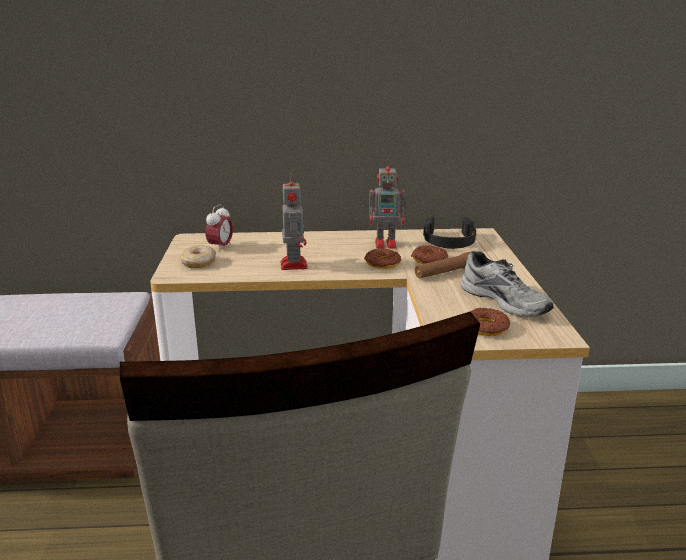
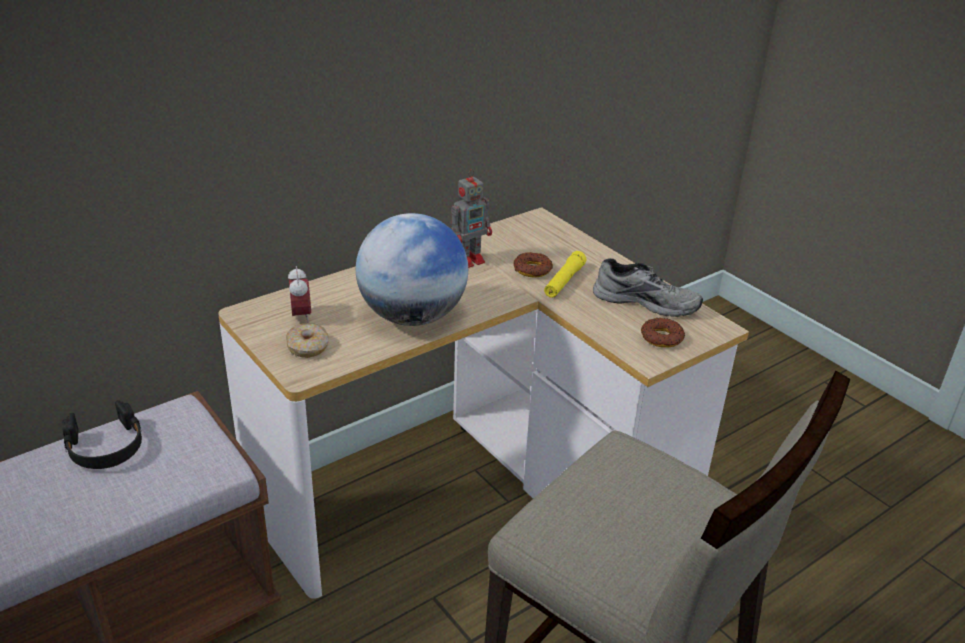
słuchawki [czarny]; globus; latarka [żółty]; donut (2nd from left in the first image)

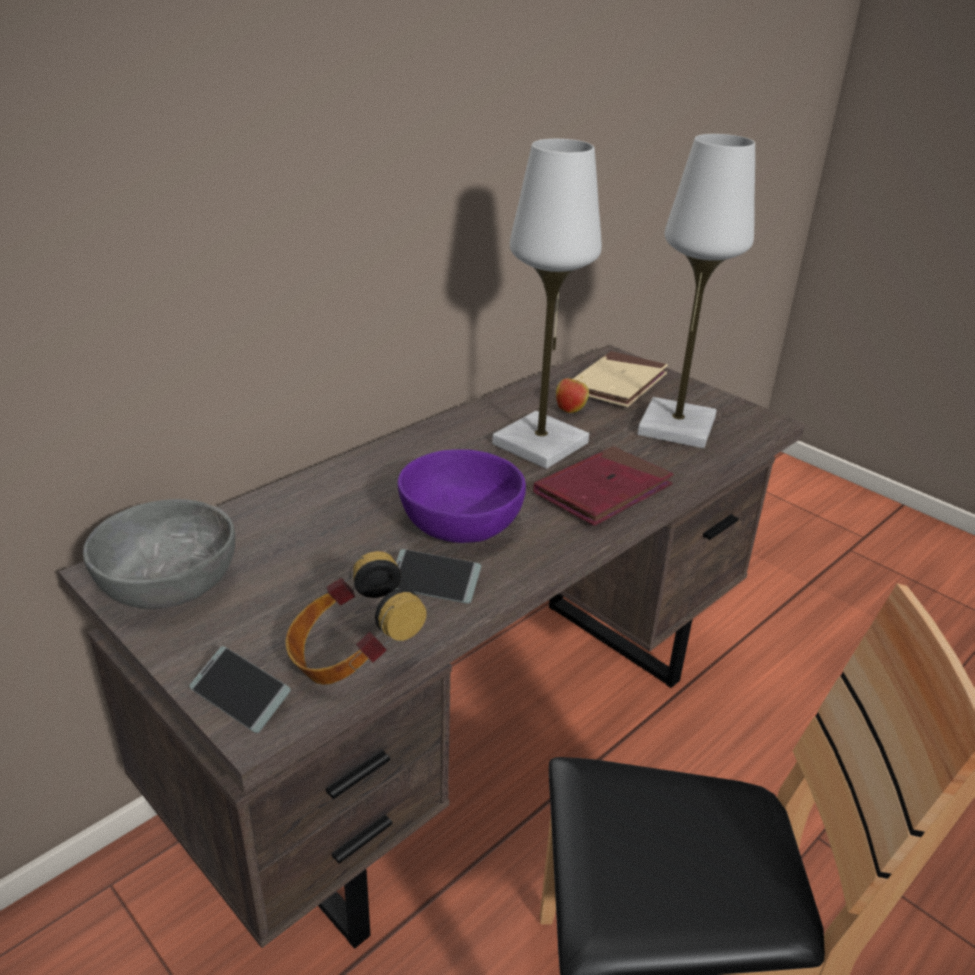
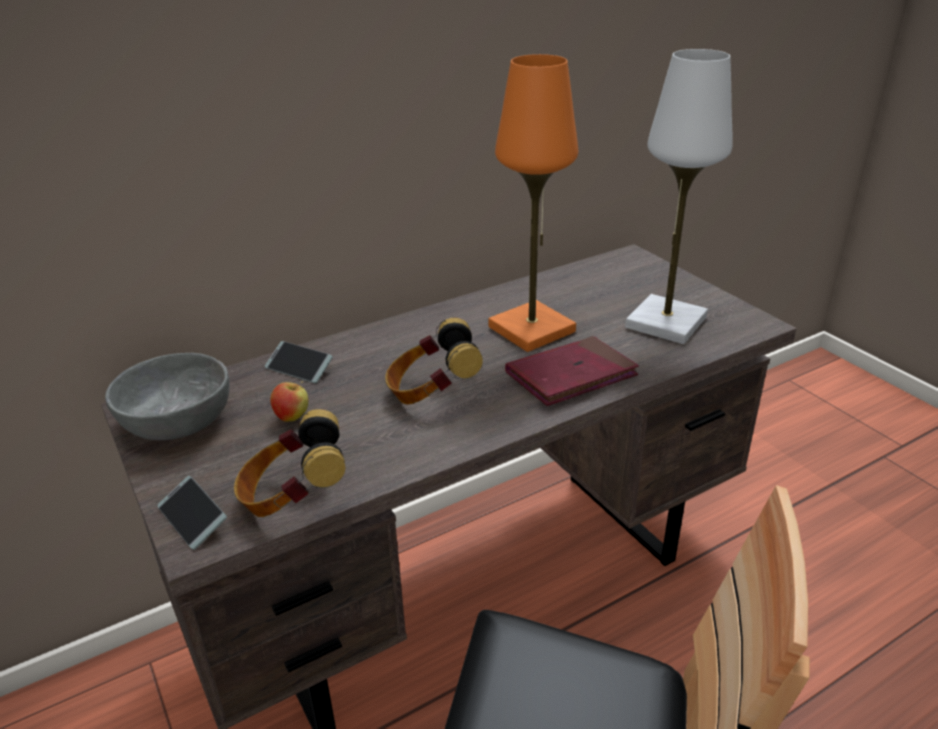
telefon (2nd from left); jabłko; słuchawki (2nd from left); lampa stołowa [pomarańczowy]; książka [beżowy]

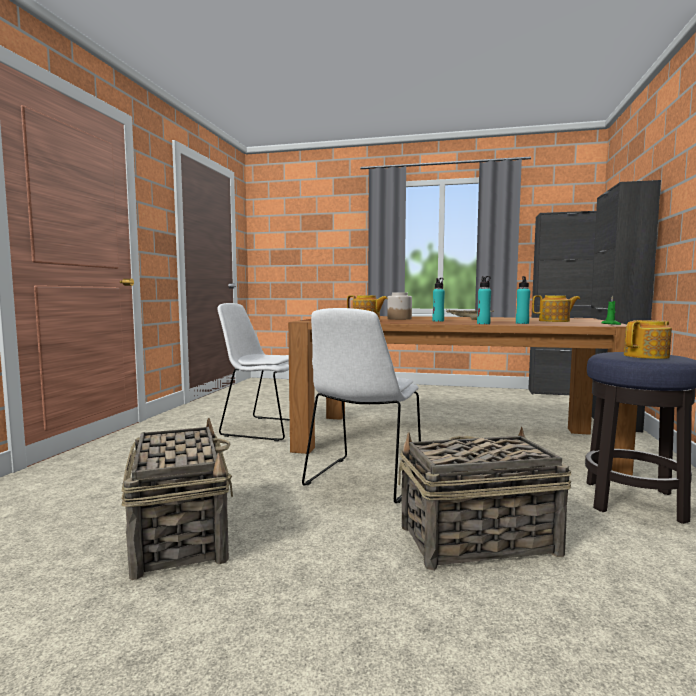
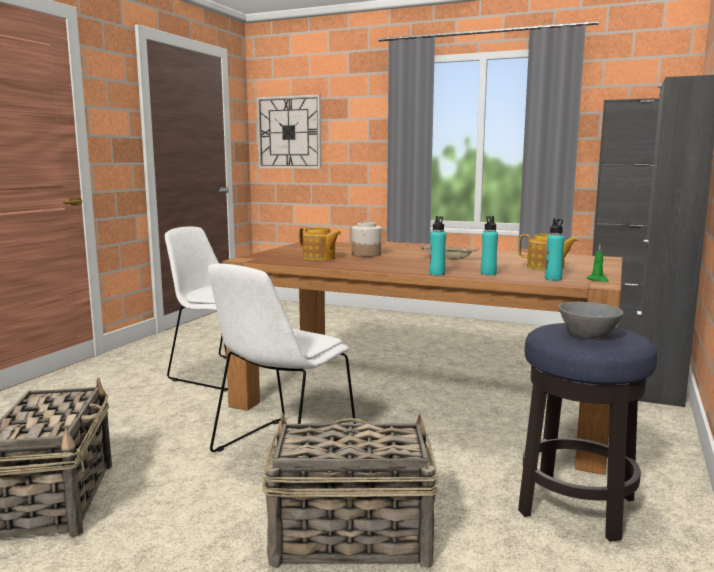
zegar ścienny; butelka [turkusowy] (3rd from left); miska [szary]

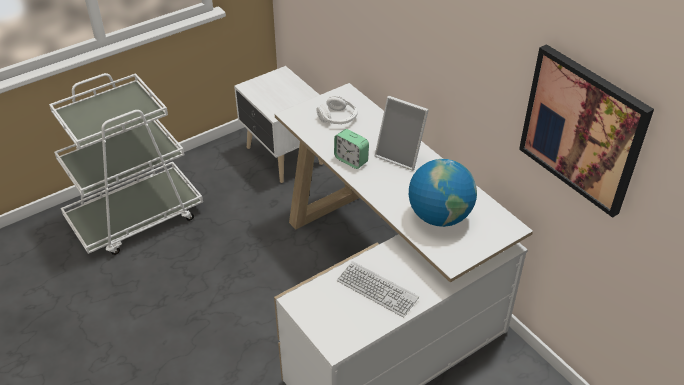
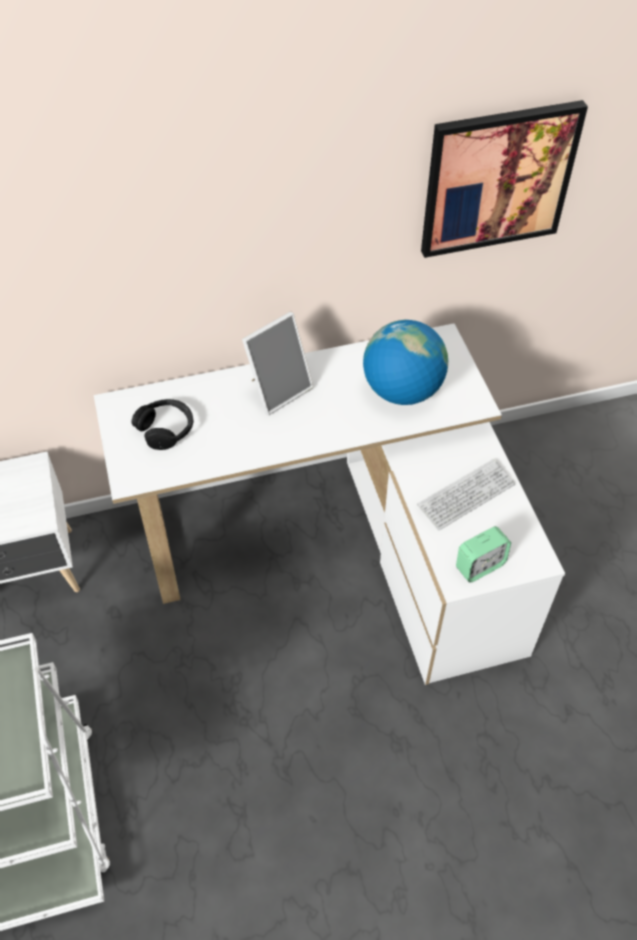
słuchawki [czarny]; budzik

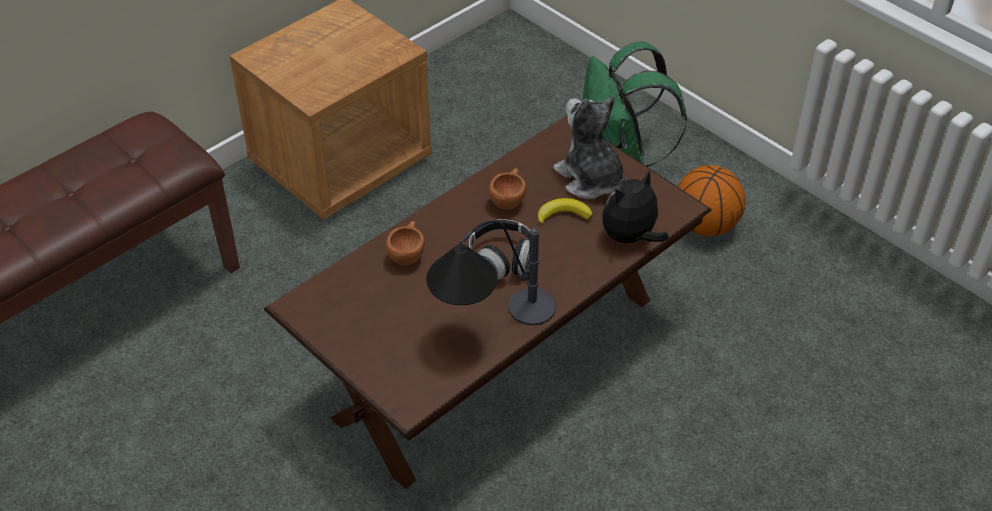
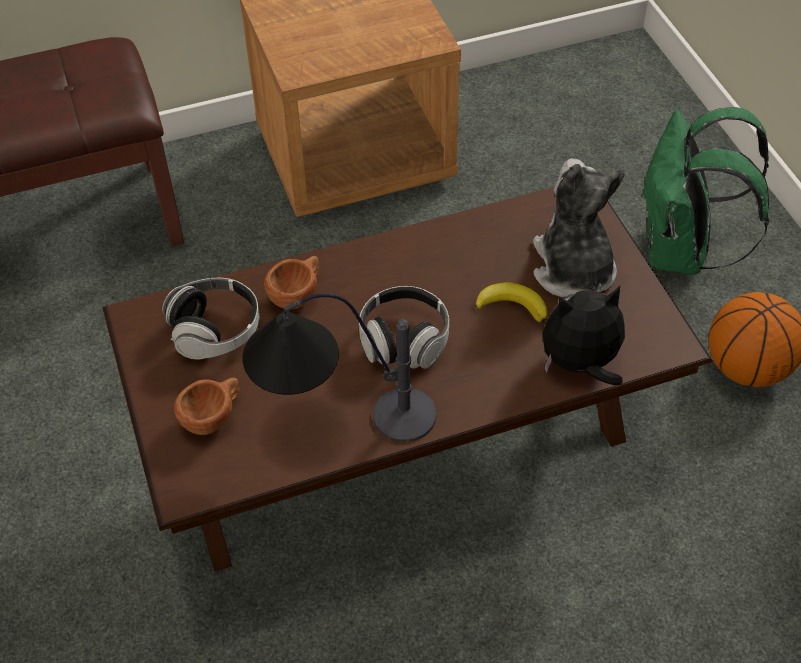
słuchawki (1st from left); filiżanka [brązowy] (1st from left)

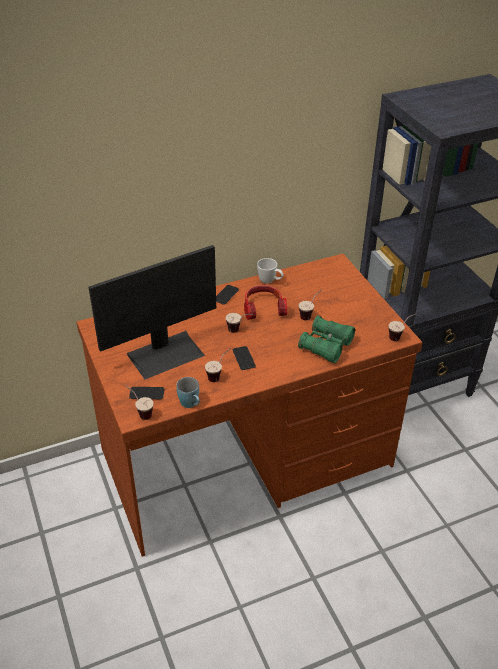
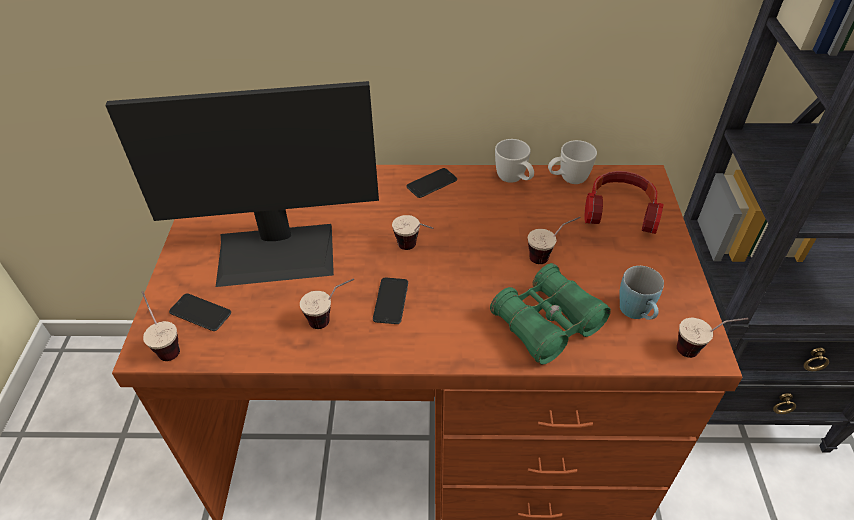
kubek [biały] (2nd from left); słuchawki; kubek [niebieski]

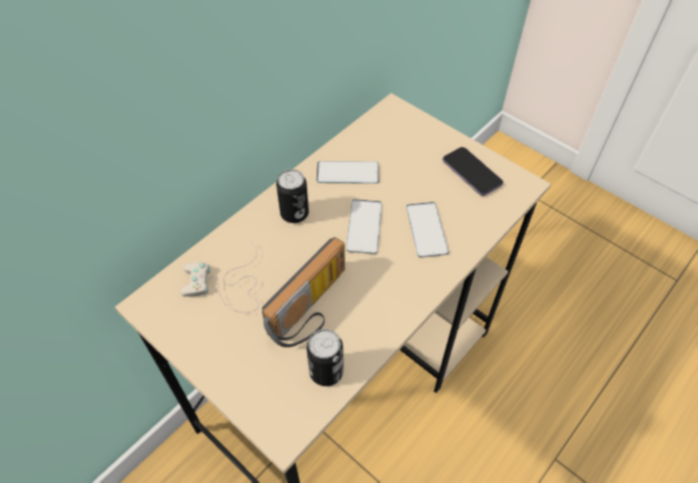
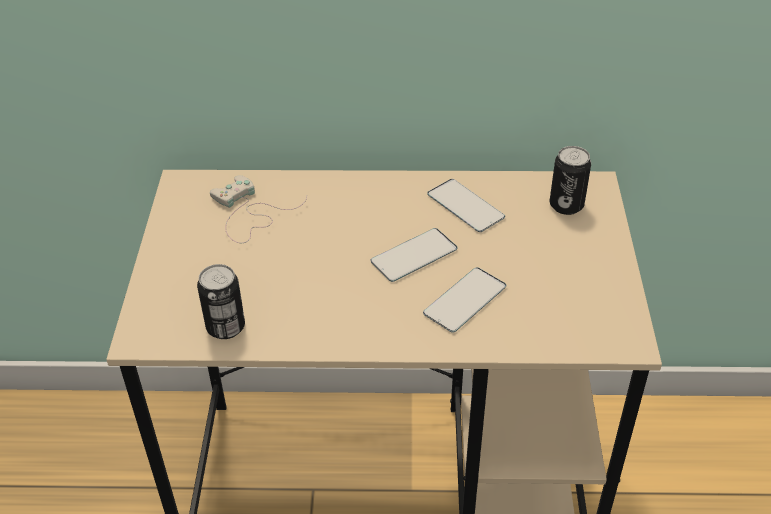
puszka (2nd from left); radio; telefon (4th from left in the first image)

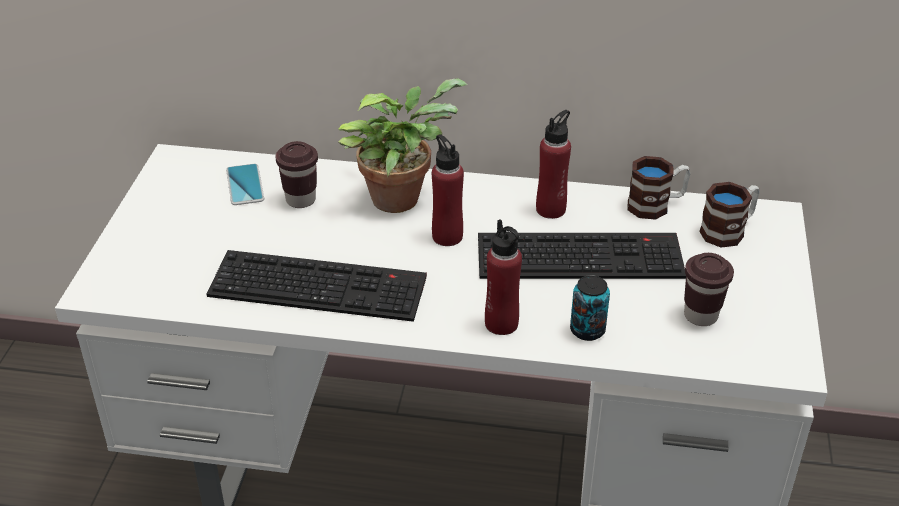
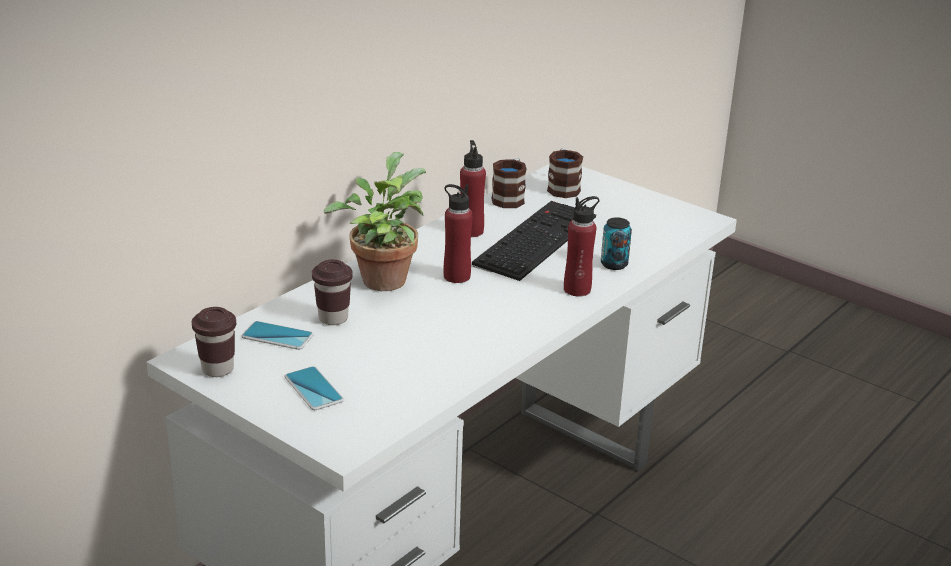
filiżanka [brązowy] (1st from left); telefon (2nd from left); klawiatura (1st from left in the first image)

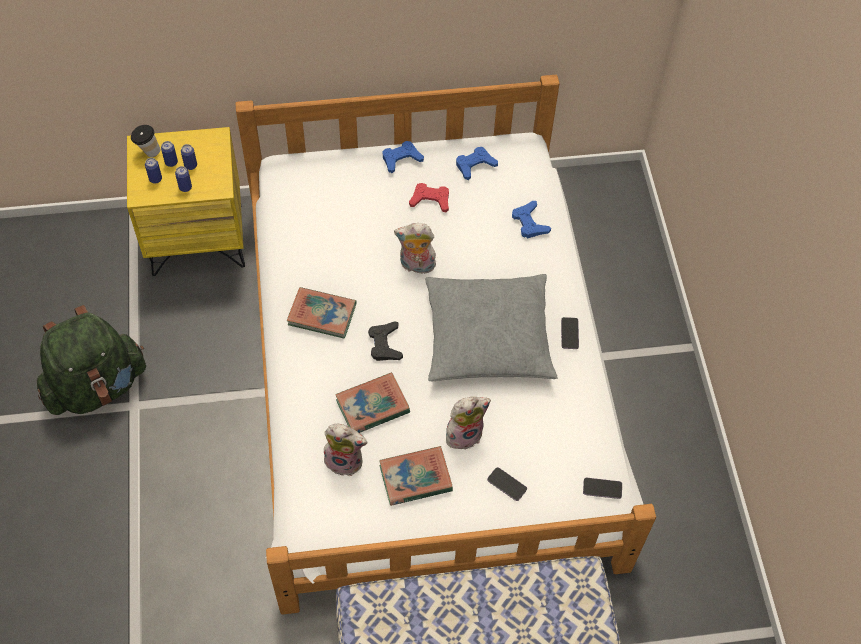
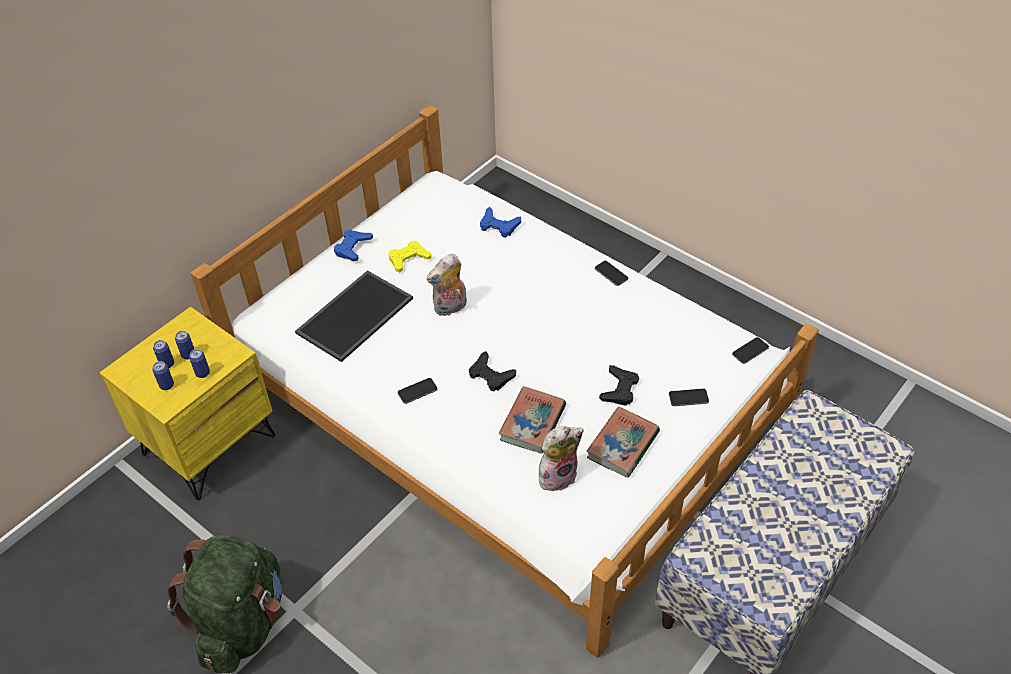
taca; pad do gier [żółty]; telefon (1st from left); pad do gier [czarny] (2nd from left); filiżanka; poduszka [szary]; pad do gier [niebieski] (2nd from left in the first image)

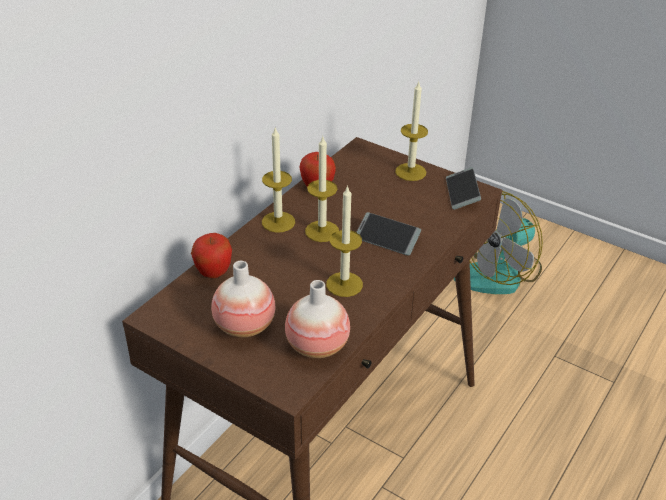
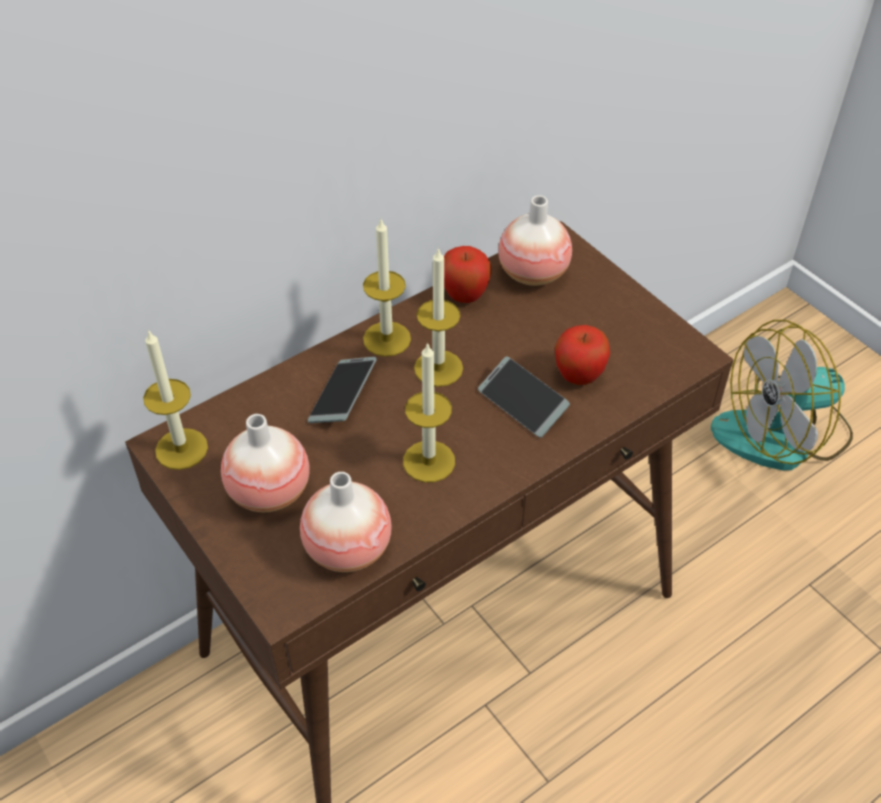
świeca (1st from left); telefon (1st from left); wazon (3rd from left); jabłko (2nd from left)

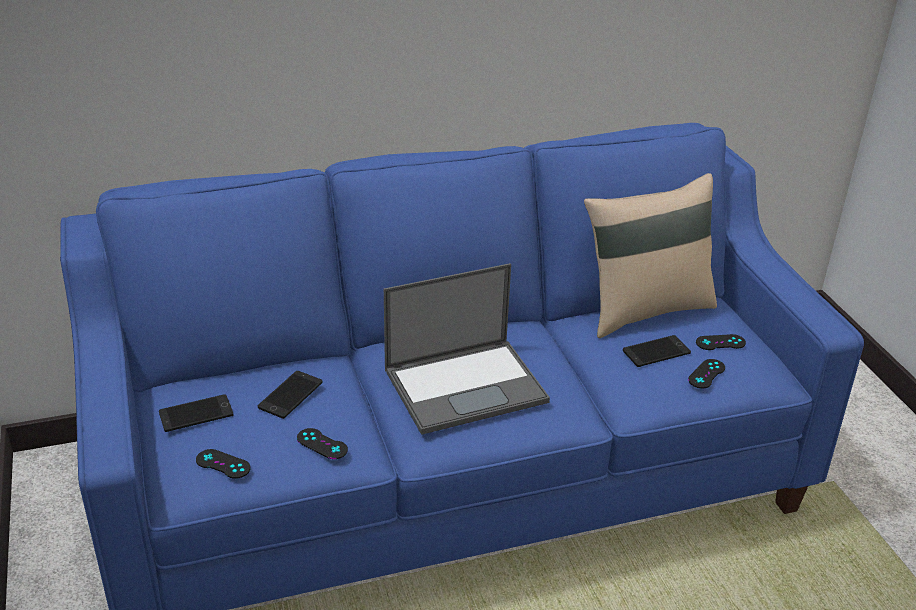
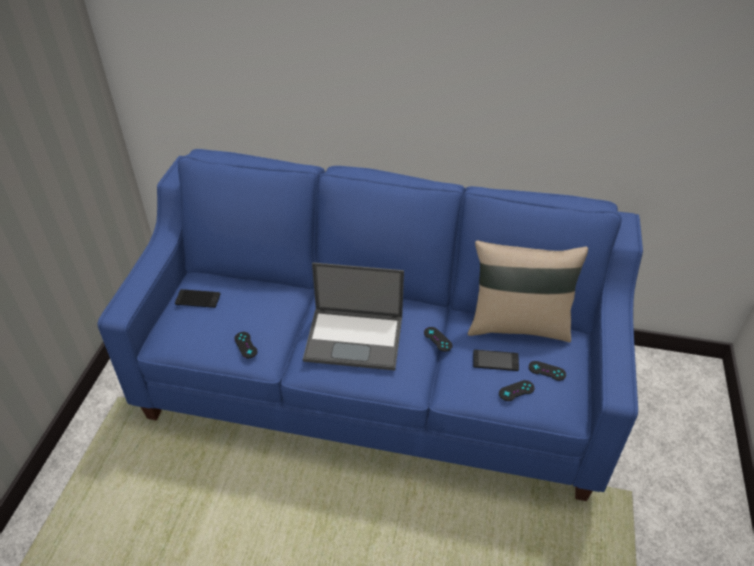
pad do gier [czarny] (2nd from left); telefon (2nd from left in the first image)

